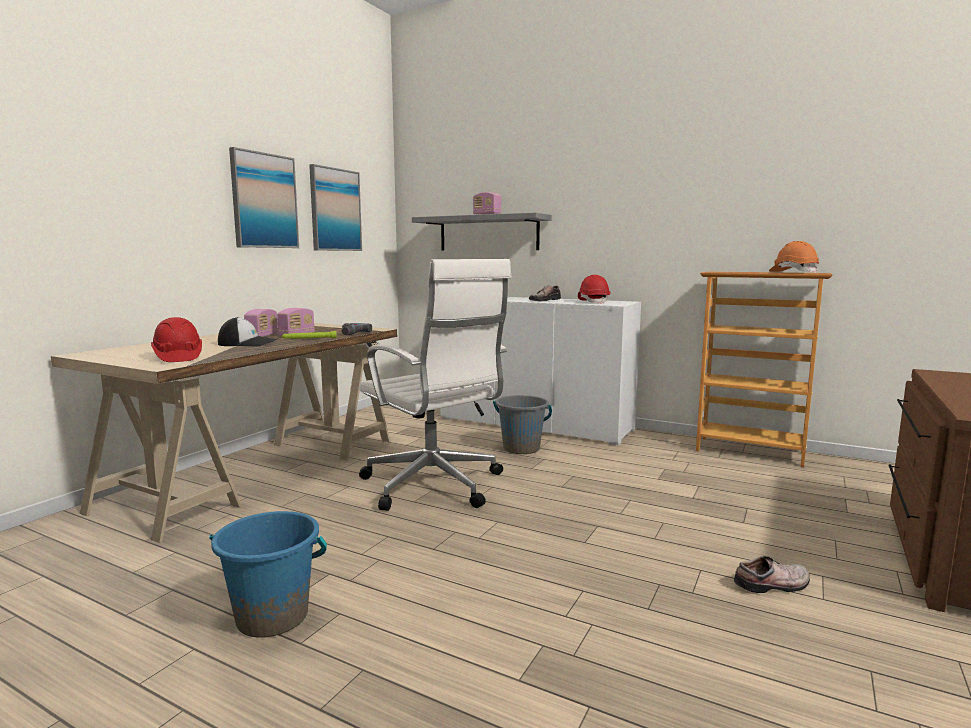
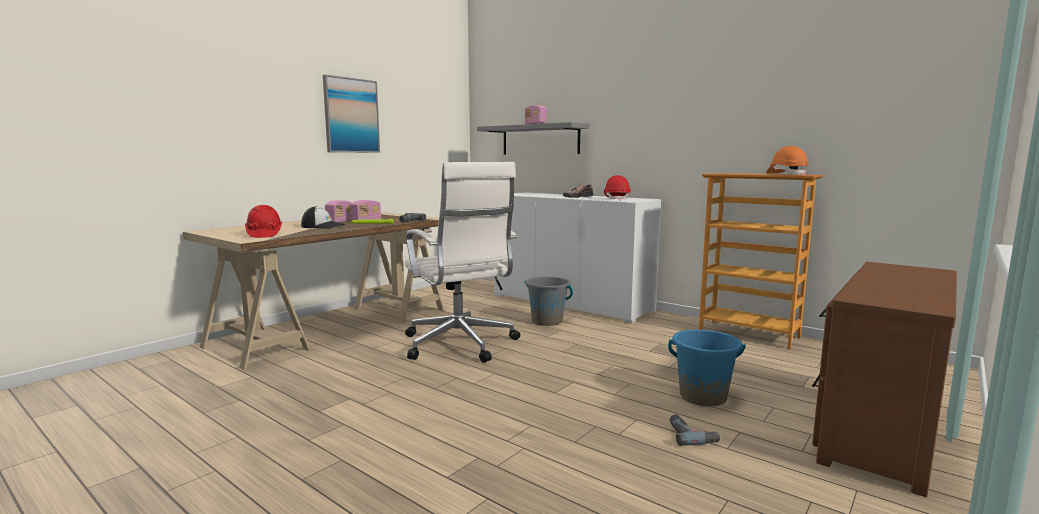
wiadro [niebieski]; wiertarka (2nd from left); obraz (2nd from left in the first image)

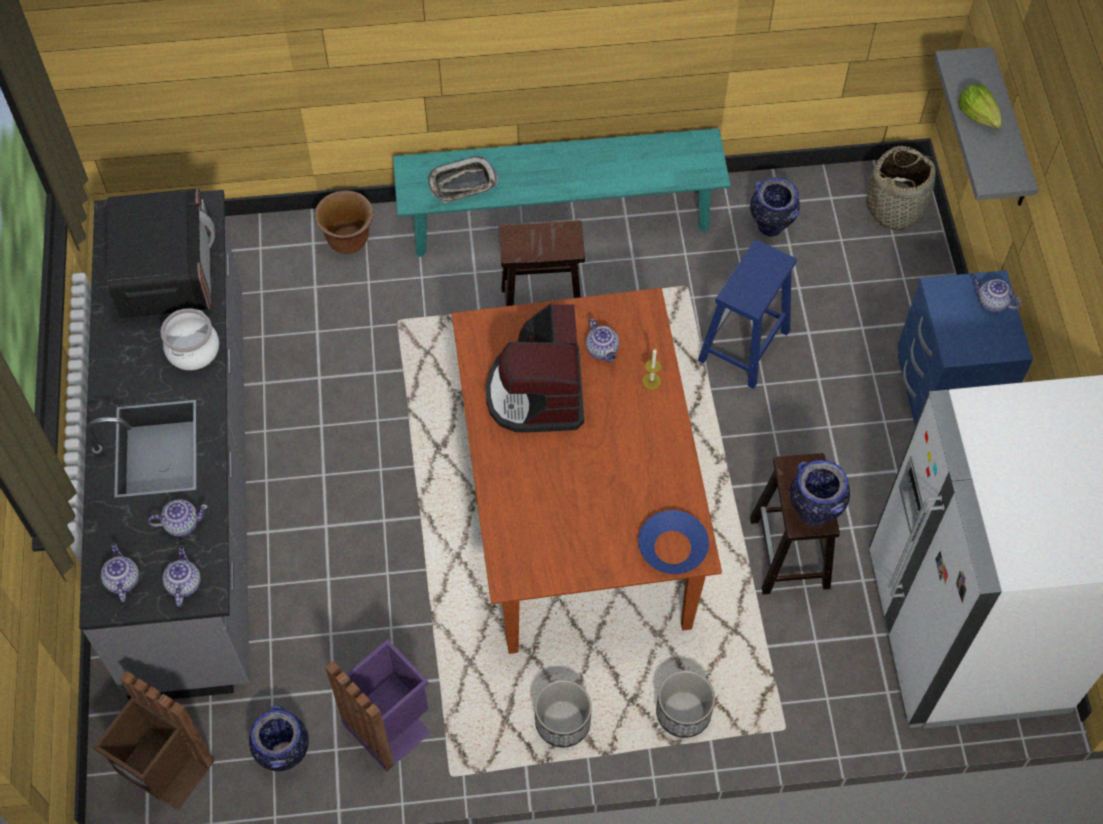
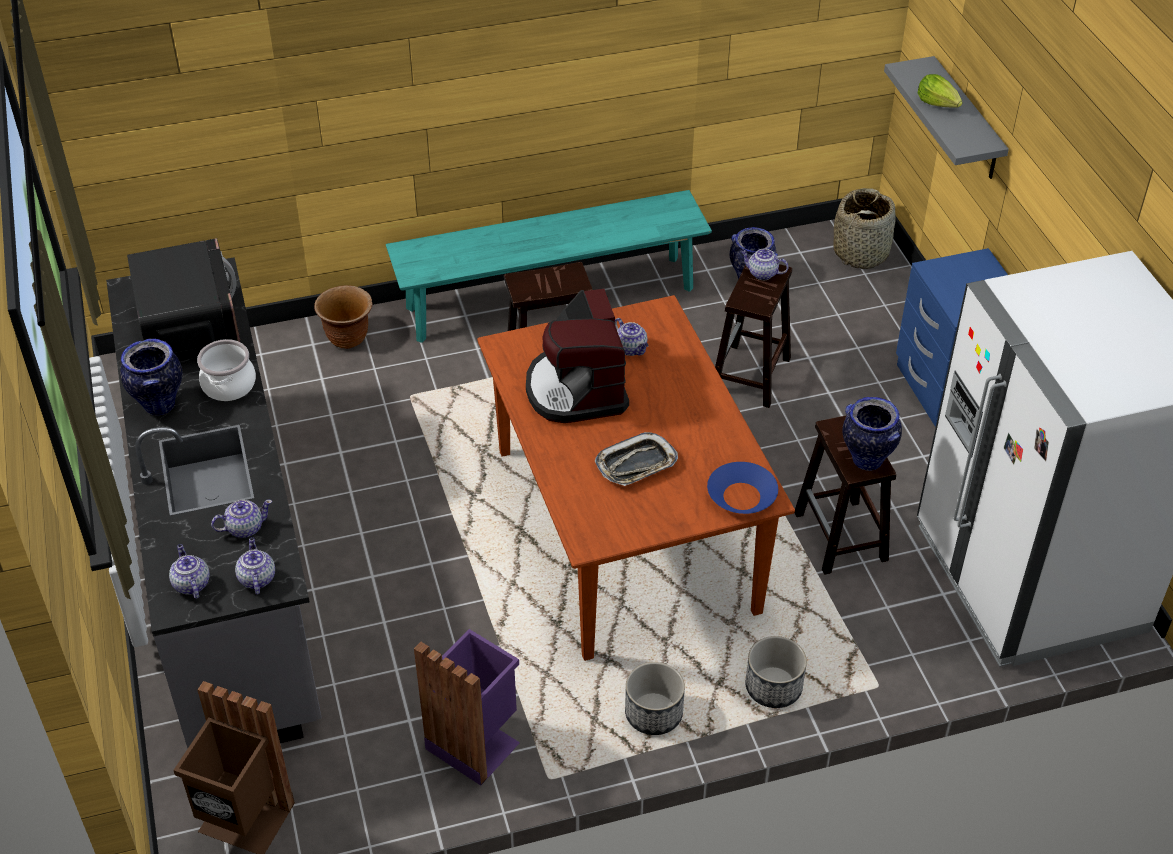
wazon (1st from left); taca; stołek [brązowy] (2nd from left); imbryk (5th from left); świeca

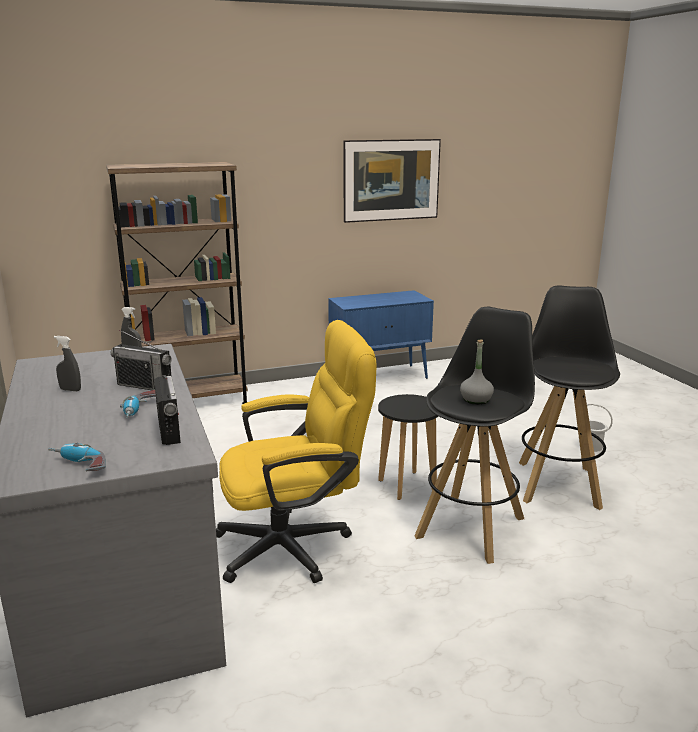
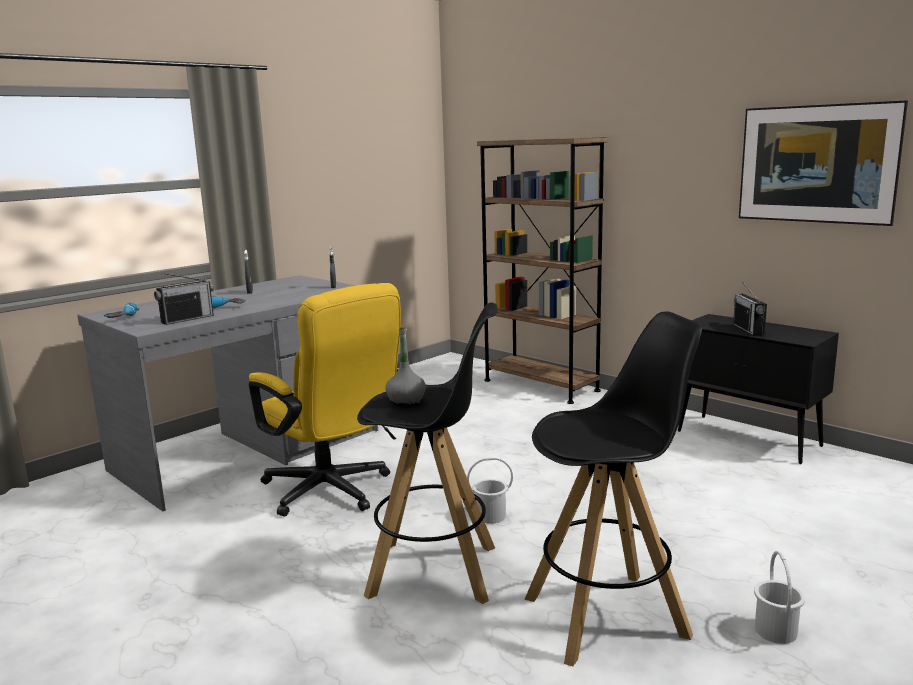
wiadro [biały] (1st from left); szafka [czarny]; radio (2nd from left)

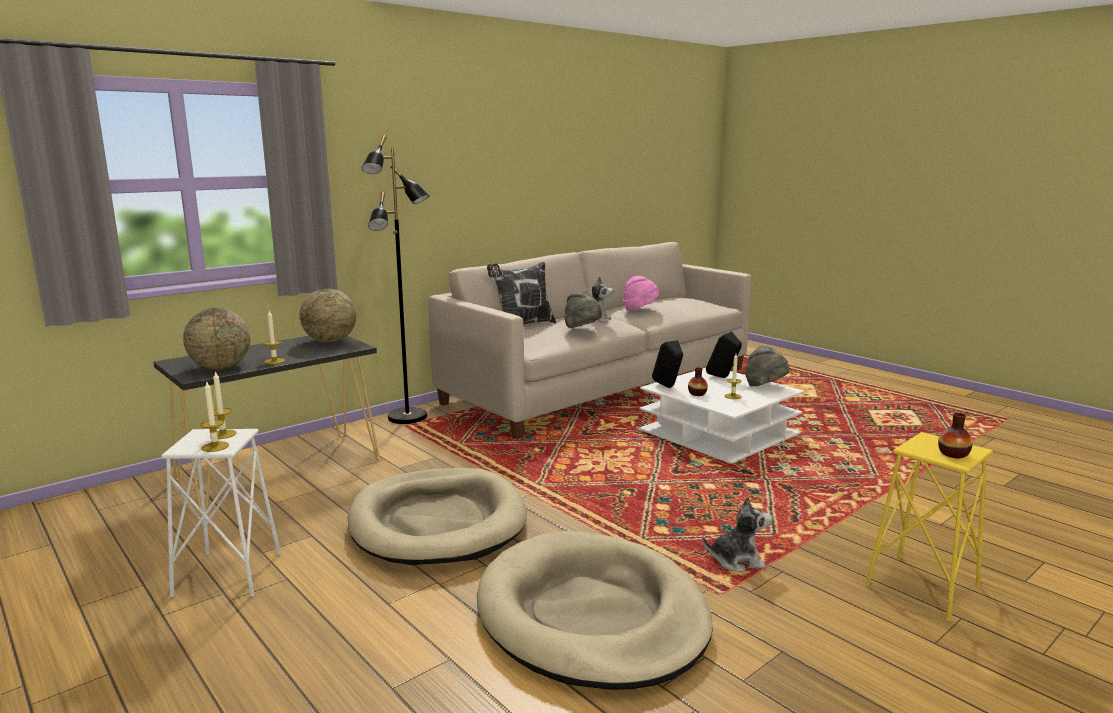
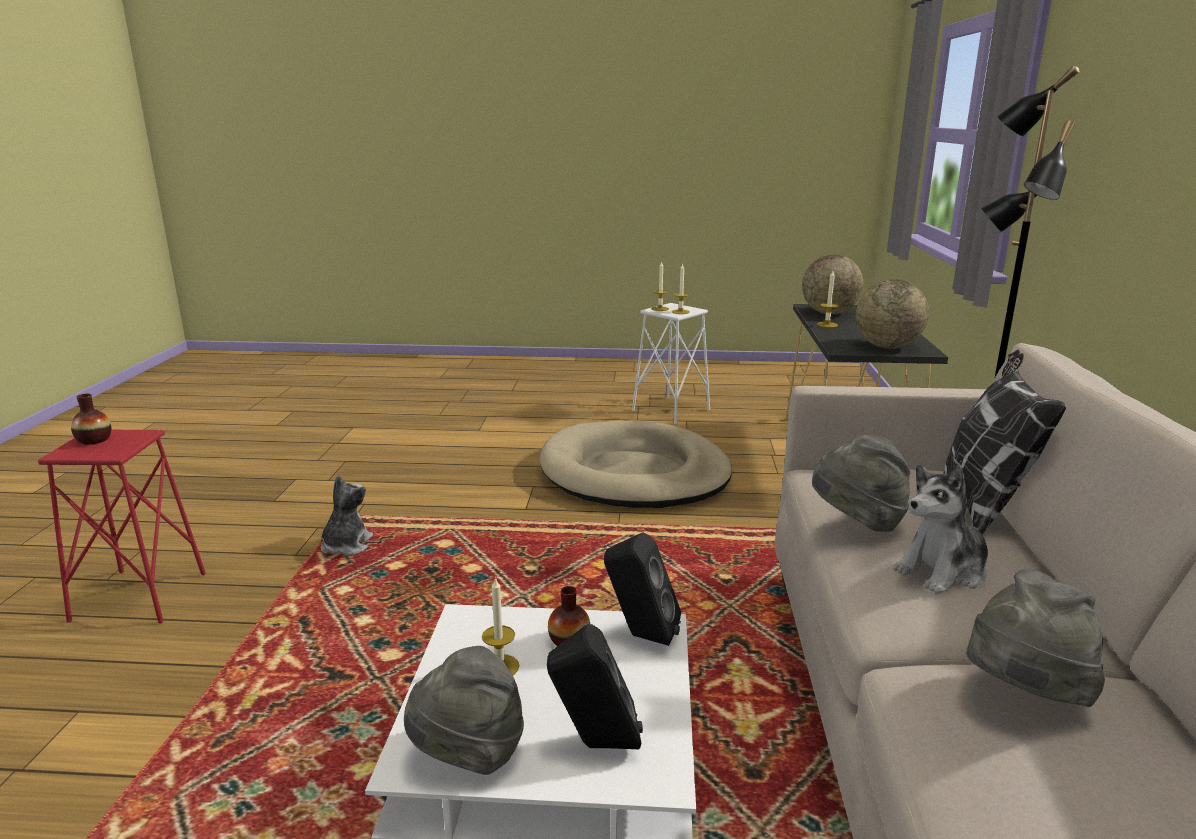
stołek [czerwony]; pluszak (1st from left); kapelusz [szary] (3rd from left); legowisko [beżowy] (2nd from left in the first image)

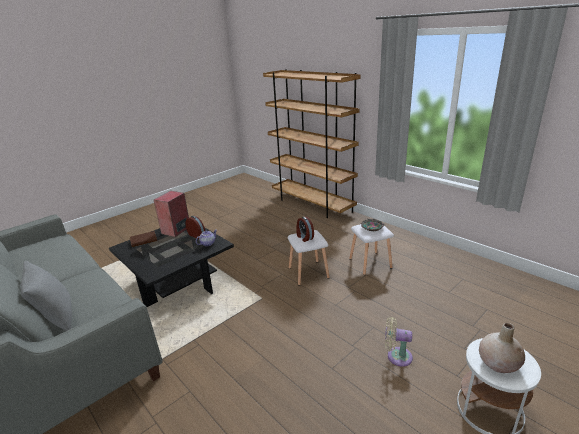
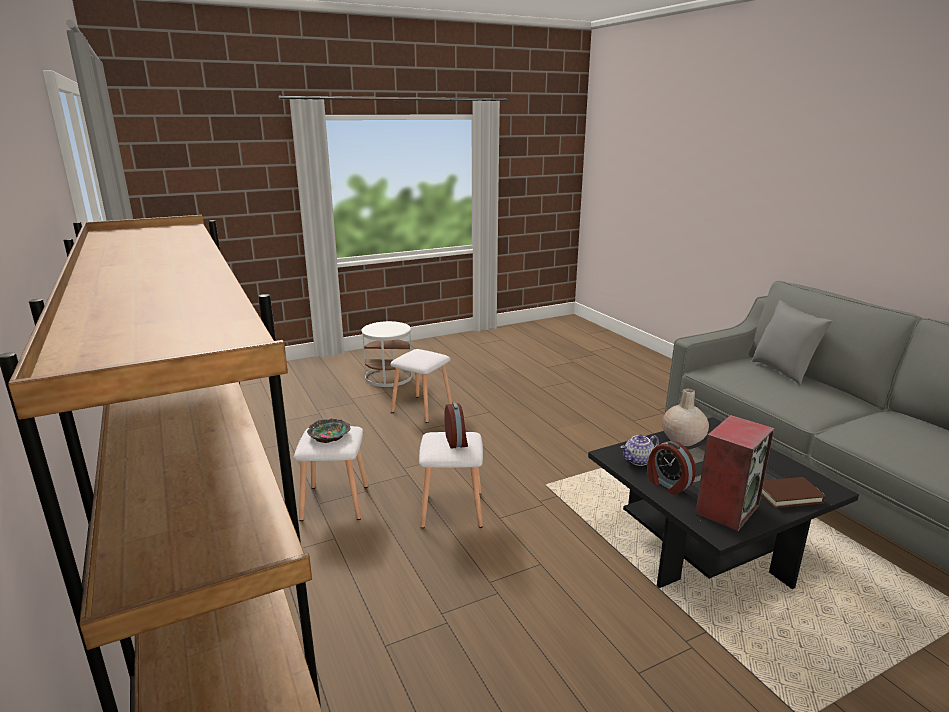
stołek [biały] (2nd from left); wazon [beżowy]

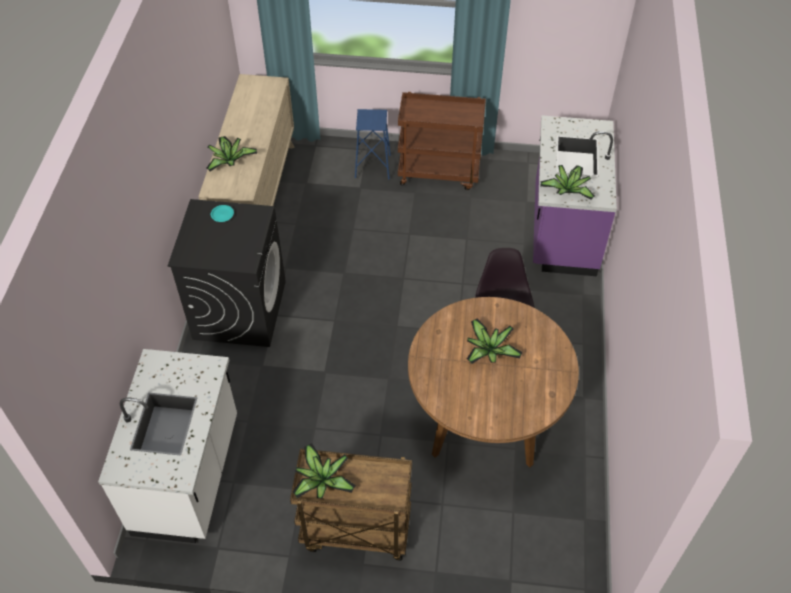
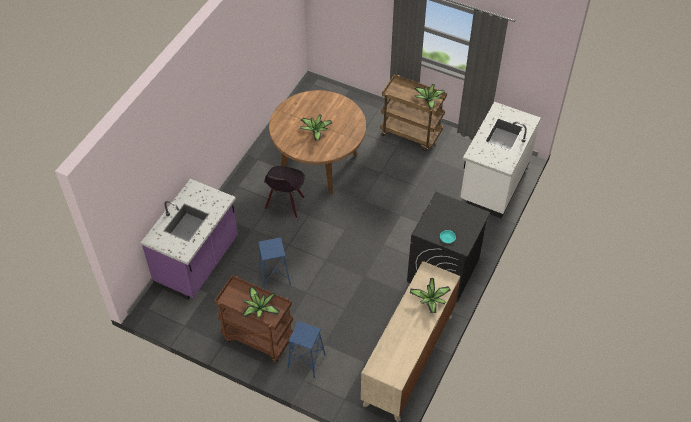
roślina doniczkowa (1st from left); stołek [niebieski] (1st from left)

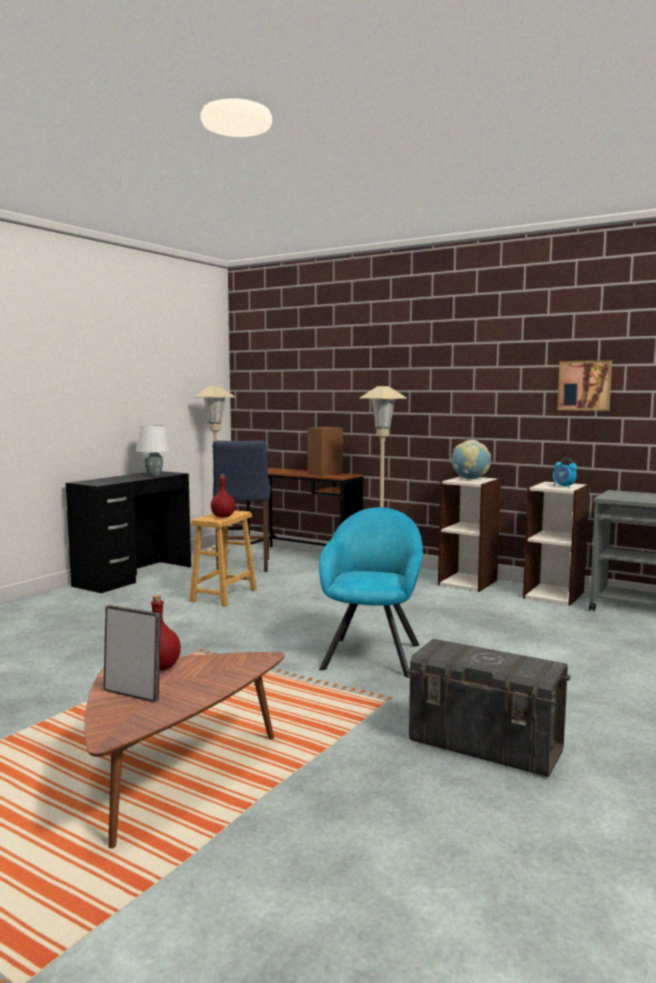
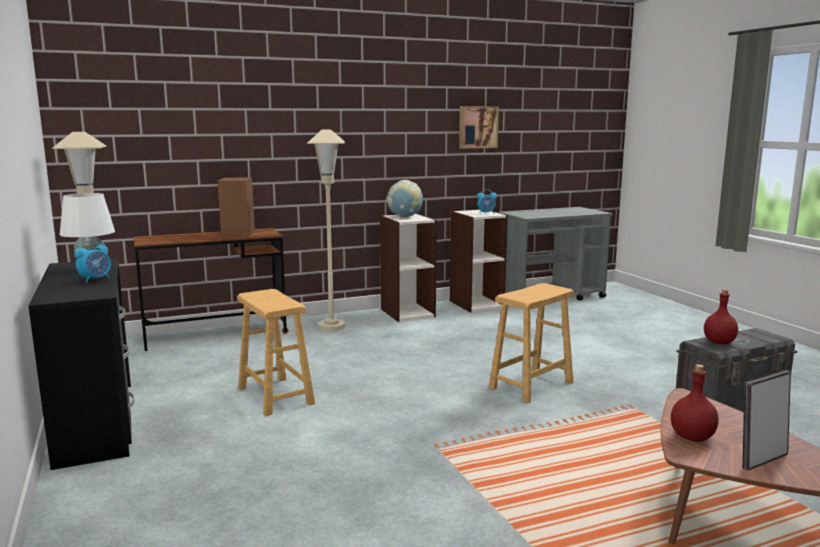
budzik (1st from left); stołek [brązowy] (2nd from left); butelka [czerwony] (2nd from left); stołek [niebieski]

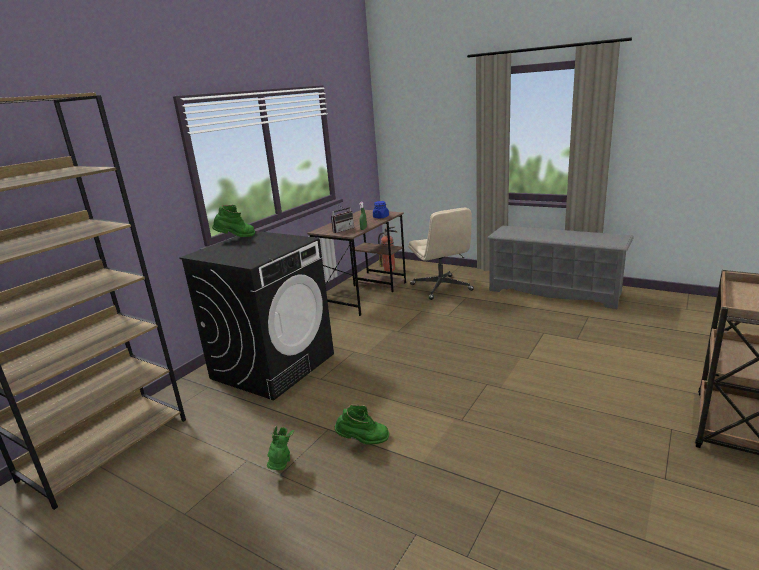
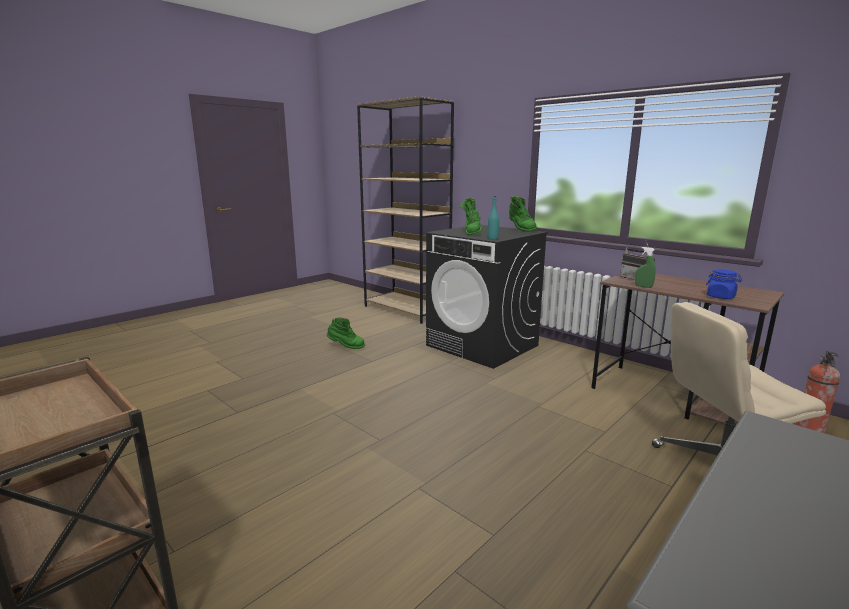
but z cholewką [zielony] (2nd from left); butelka [turkusowy]

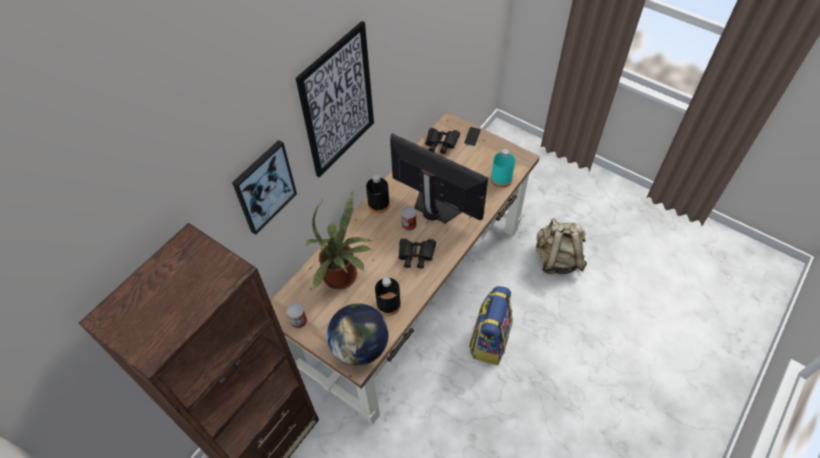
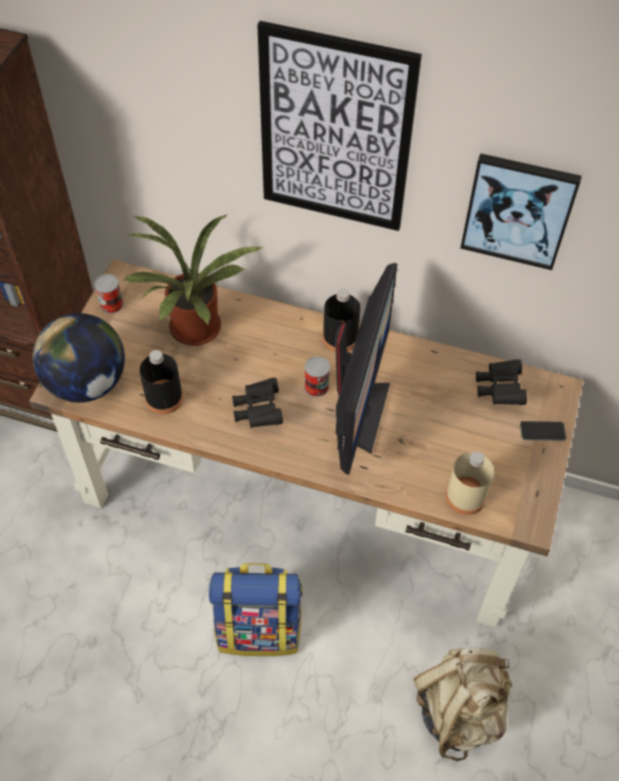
butelka [beżowy]; obraz (2nd from left)

